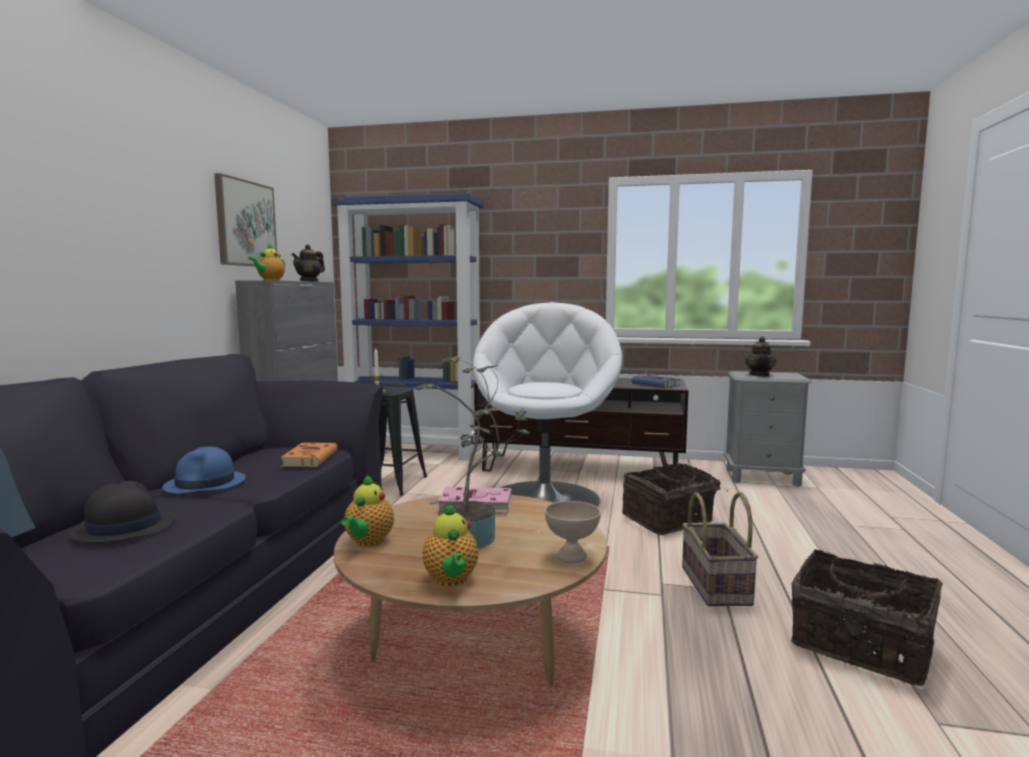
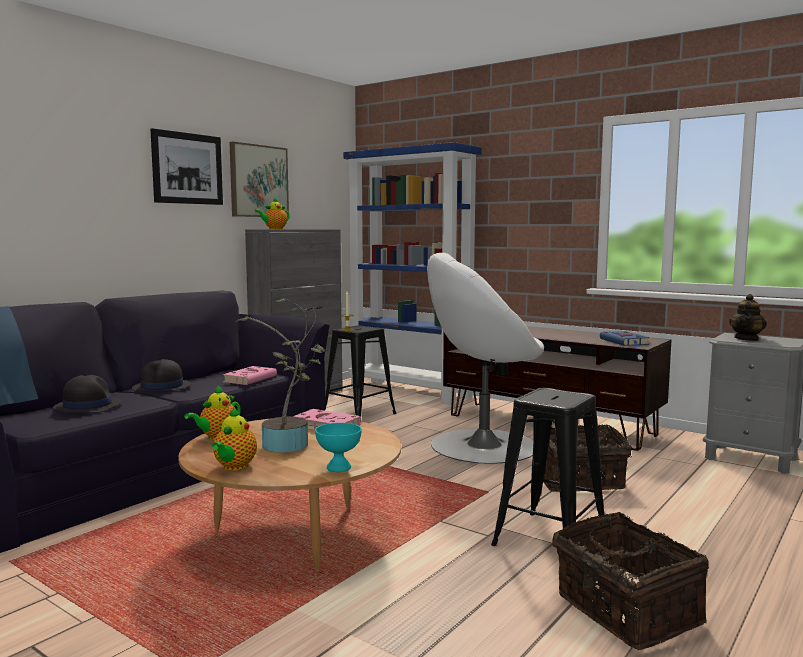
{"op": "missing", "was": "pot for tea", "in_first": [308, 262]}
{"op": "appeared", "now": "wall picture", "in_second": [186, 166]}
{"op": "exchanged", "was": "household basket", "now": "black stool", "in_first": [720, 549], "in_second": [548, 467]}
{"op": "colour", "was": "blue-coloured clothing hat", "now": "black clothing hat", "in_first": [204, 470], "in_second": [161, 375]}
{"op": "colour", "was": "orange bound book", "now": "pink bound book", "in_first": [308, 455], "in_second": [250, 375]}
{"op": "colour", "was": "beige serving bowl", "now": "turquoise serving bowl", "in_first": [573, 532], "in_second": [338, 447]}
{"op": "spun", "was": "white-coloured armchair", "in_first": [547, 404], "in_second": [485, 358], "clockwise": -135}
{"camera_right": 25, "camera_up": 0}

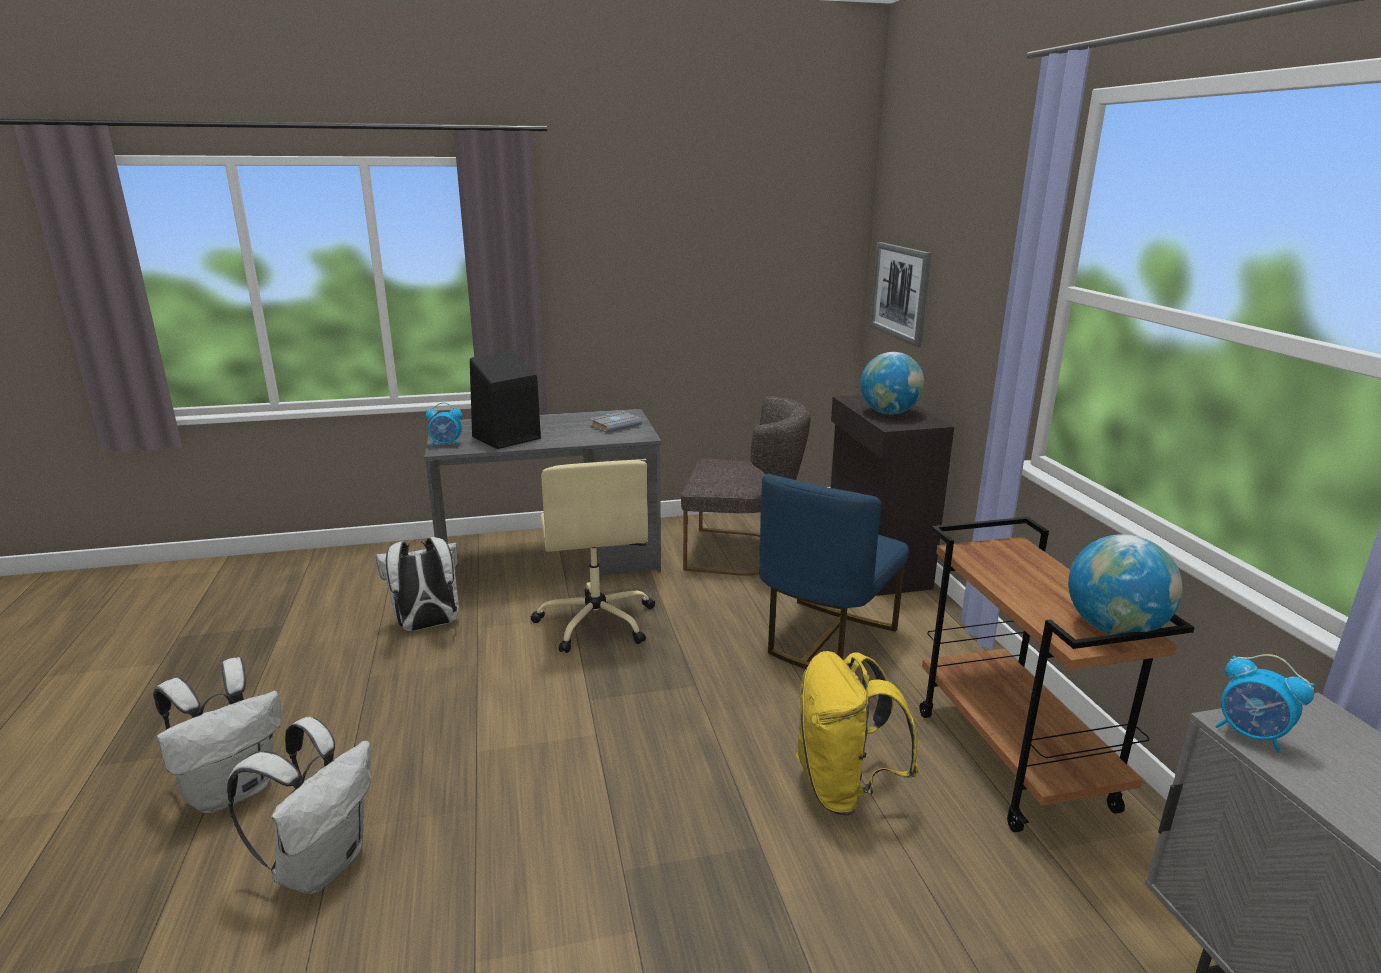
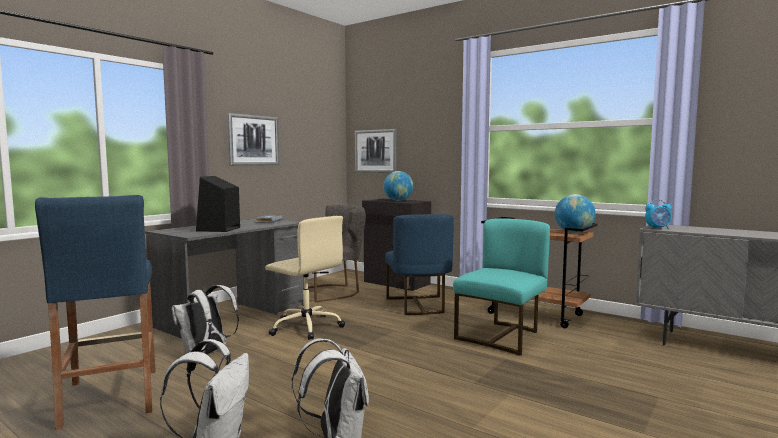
{"op": "missing", "was": "bedside clock", "in_first": [444, 425]}
{"op": "appeared", "now": "blue-coloured stool", "in_second": [95, 312]}
{"op": "appeared", "now": "wall picture", "in_second": [253, 139]}
{"op": "exchanged", "was": "yellowish knapsack", "now": "turquoise chair", "in_first": [857, 733], "in_second": [501, 287]}
{"camera_right": -40, "camera_up": -15}

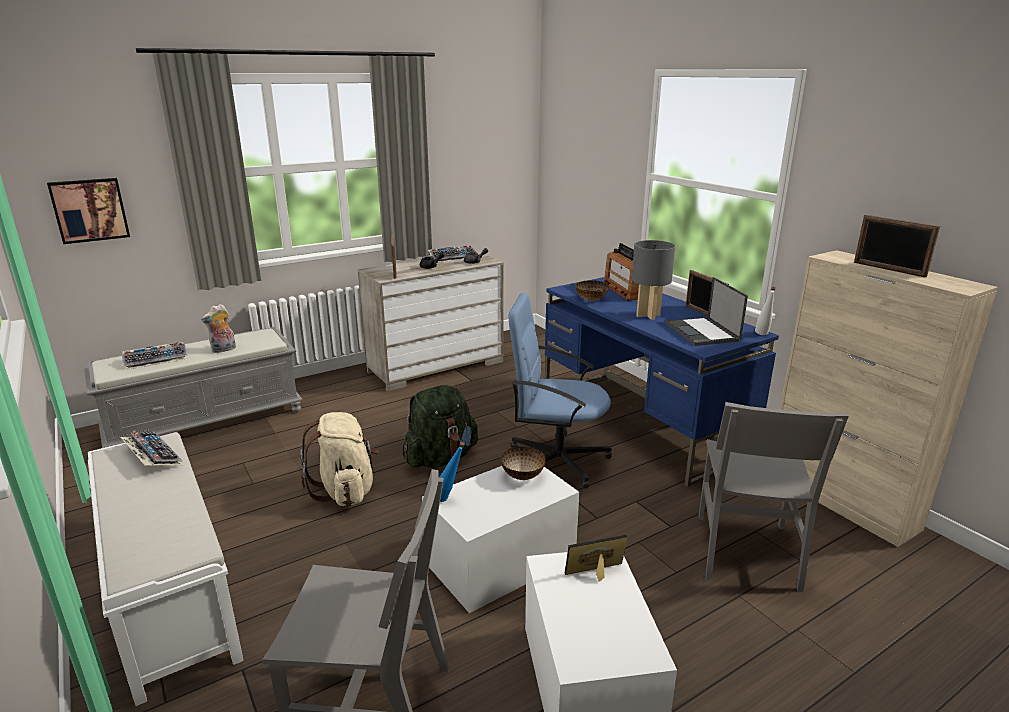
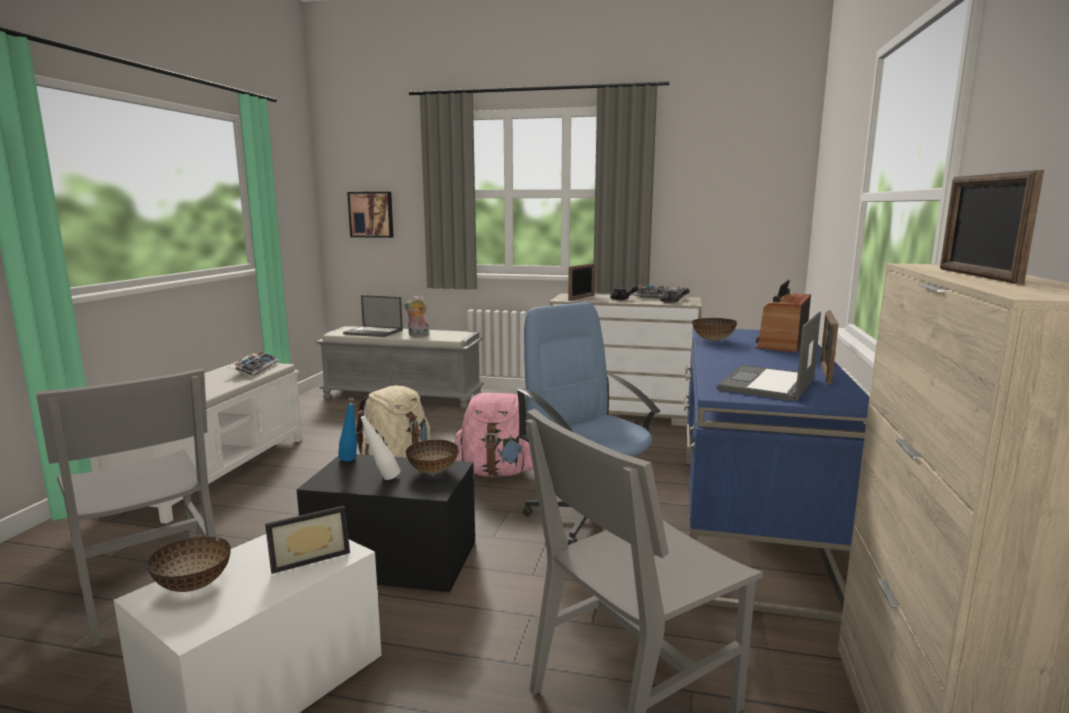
{"op": "missing", "was": "gray lamp for a table", "in_first": [653, 280]}
{"op": "appeared", "now": "serving bowl", "in_second": [189, 564]}
{"op": "relocated", "was": "white-coloured bottle", "in_first": [765, 311], "in_second": [379, 445]}
{"op": "exchanged", "was": "computer keyboard", "now": "laptop", "in_first": [154, 356], "in_second": [373, 316]}
{"op": "colour", "was": "green-coloured knapsack", "now": "pink knapsack", "in_first": [440, 426], "in_second": [493, 435]}
{"op": "colour", "was": "white-coloured storage container", "now": "black storage container", "in_first": [500, 539], "in_second": [386, 523]}
{"op": "spun", "was": "standing frame", "in_first": [596, 558], "in_second": [307, 540], "clockwise": 120}
{"camera_right": 45, "camera_up": -10}

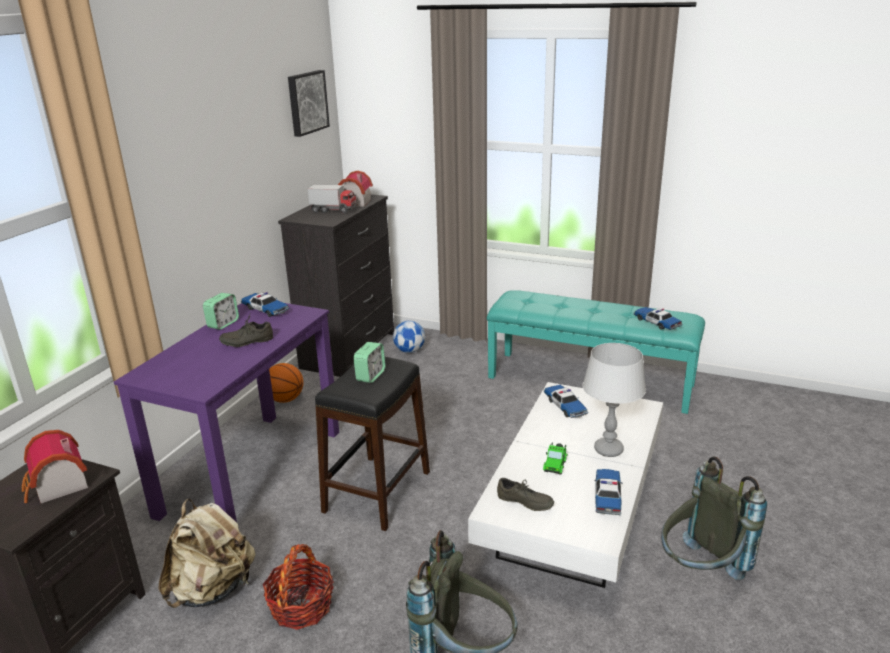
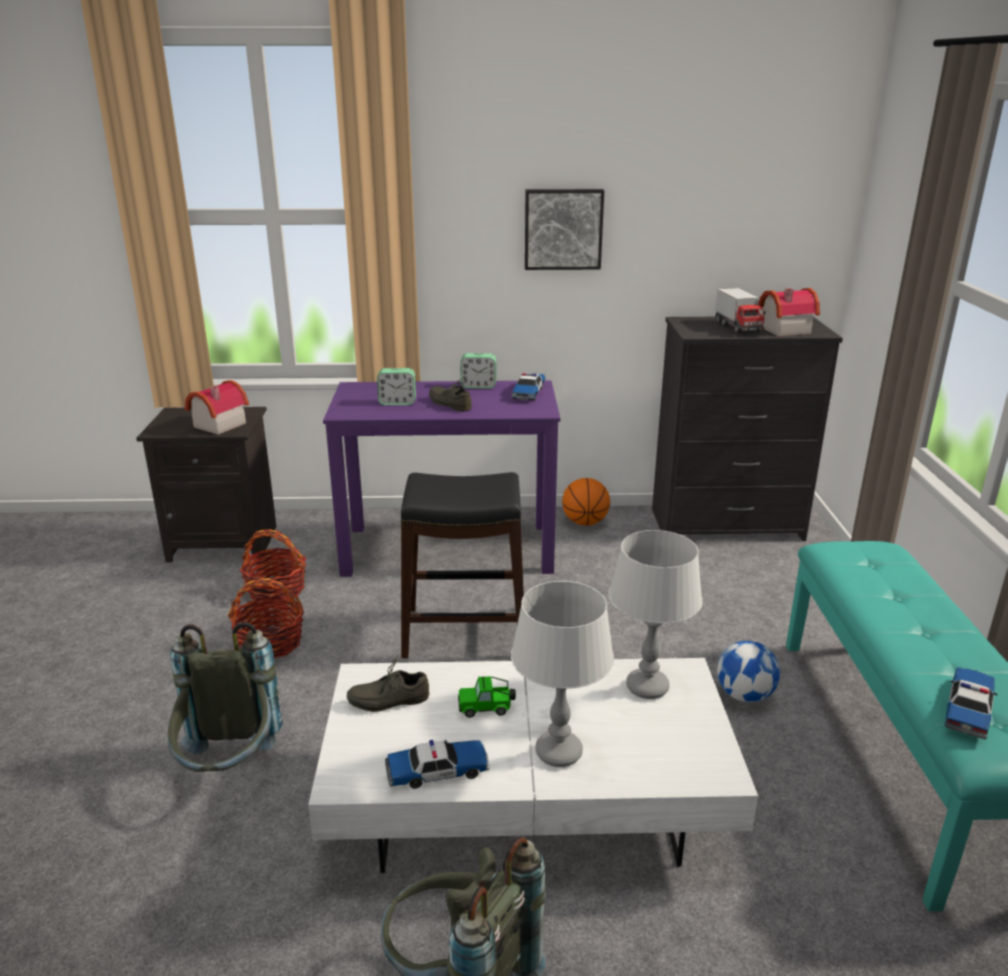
{"op": "relocated", "was": "wall picture", "in_first": [309, 103], "in_second": [564, 229]}
{"op": "relocated", "was": "bedside clock", "in_first": [369, 362], "in_second": [396, 386]}
{"op": "relocated", "was": "football", "in_first": [409, 337], "in_second": [748, 672]}
{"op": "exchanged", "was": "beige knapsack", "now": "household basket", "in_first": [207, 553], "in_second": [273, 565]}
{"op": "exchanged", "was": "model car", "now": "gray lamp for a table", "in_first": [566, 401], "in_second": [656, 614]}
{"op": "spun", "was": "gray item of footwear", "in_first": [525, 494], "in_second": [388, 683], "clockwise": 75}
{"camera_right": 65, "camera_up": 0}

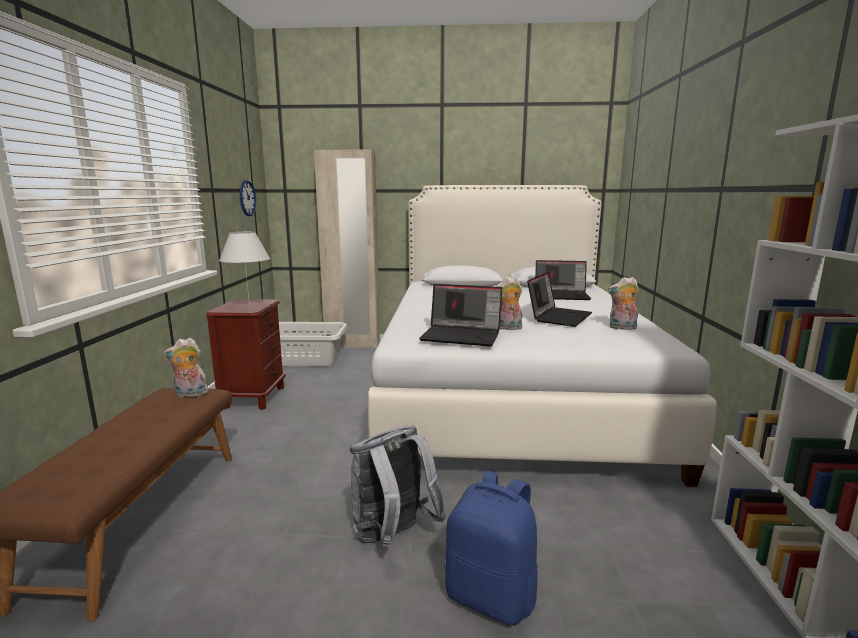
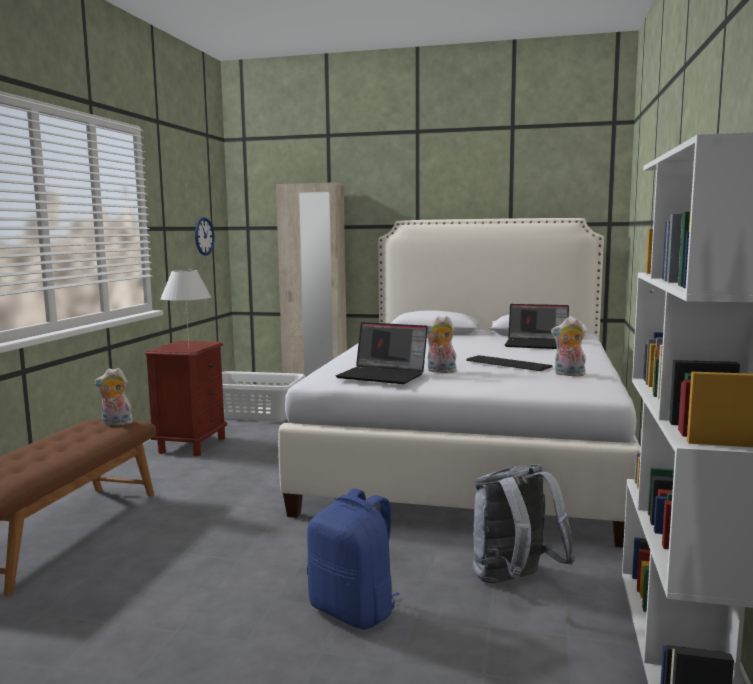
{"op": "relocated", "was": "gray knapsack", "in_first": [398, 486], "in_second": [524, 523]}
{"op": "exchanged", "was": "laptop", "now": "computer keyboard", "in_first": [559, 299], "in_second": [509, 363]}
{"camera_right": 10, "camera_up": -5}

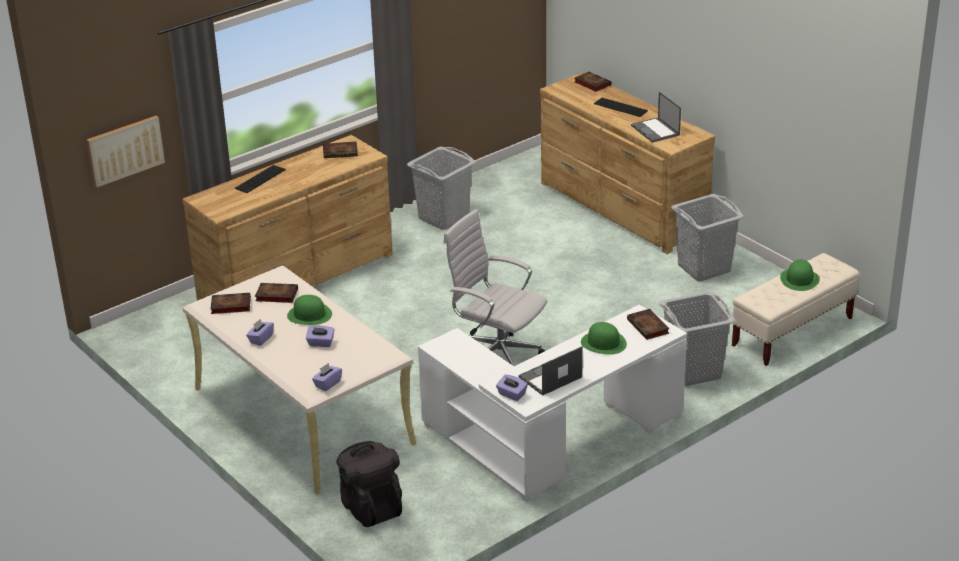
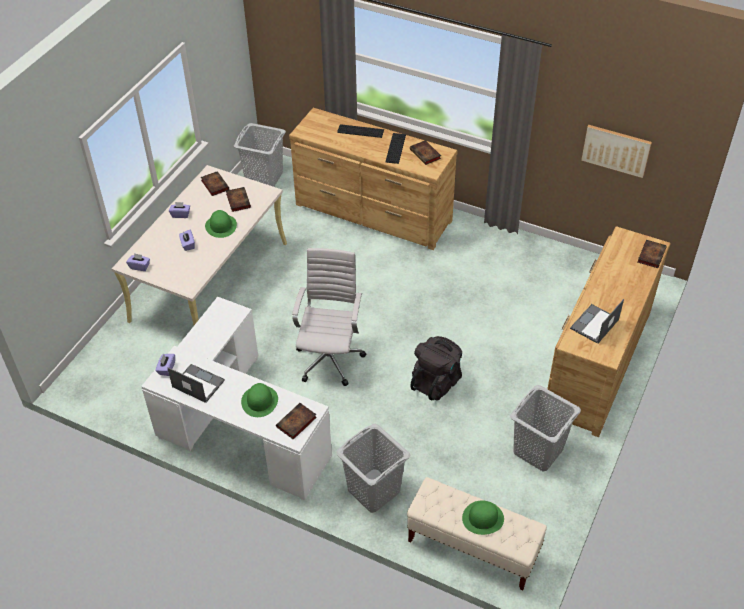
{"op": "relocated", "was": "wall picture", "in_first": [125, 152], "in_second": [616, 151]}
{"op": "relocated", "was": "black knapsack", "in_first": [369, 484], "in_second": [436, 368]}
{"op": "relocated", "was": "gray hamper", "in_first": [441, 188], "in_second": [260, 155]}
{"op": "relocated", "was": "computer keyboard", "in_first": [621, 107], "in_second": [395, 148]}
{"camera_right": 65, "camera_up": 15}

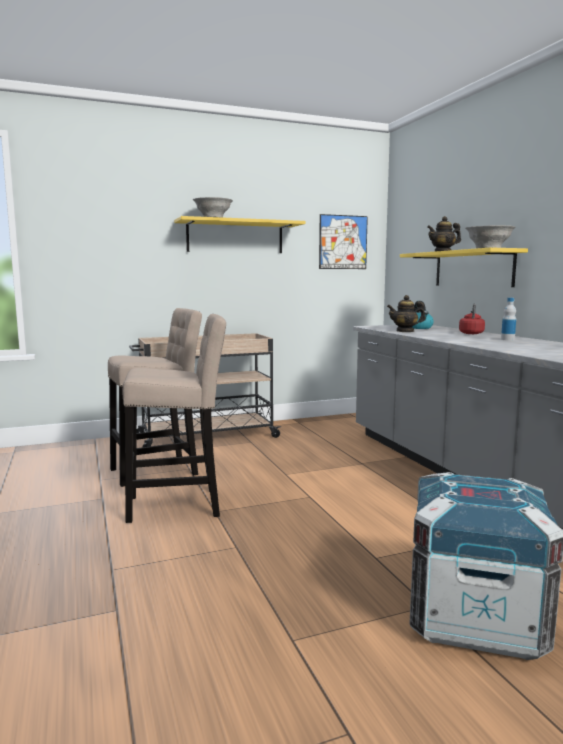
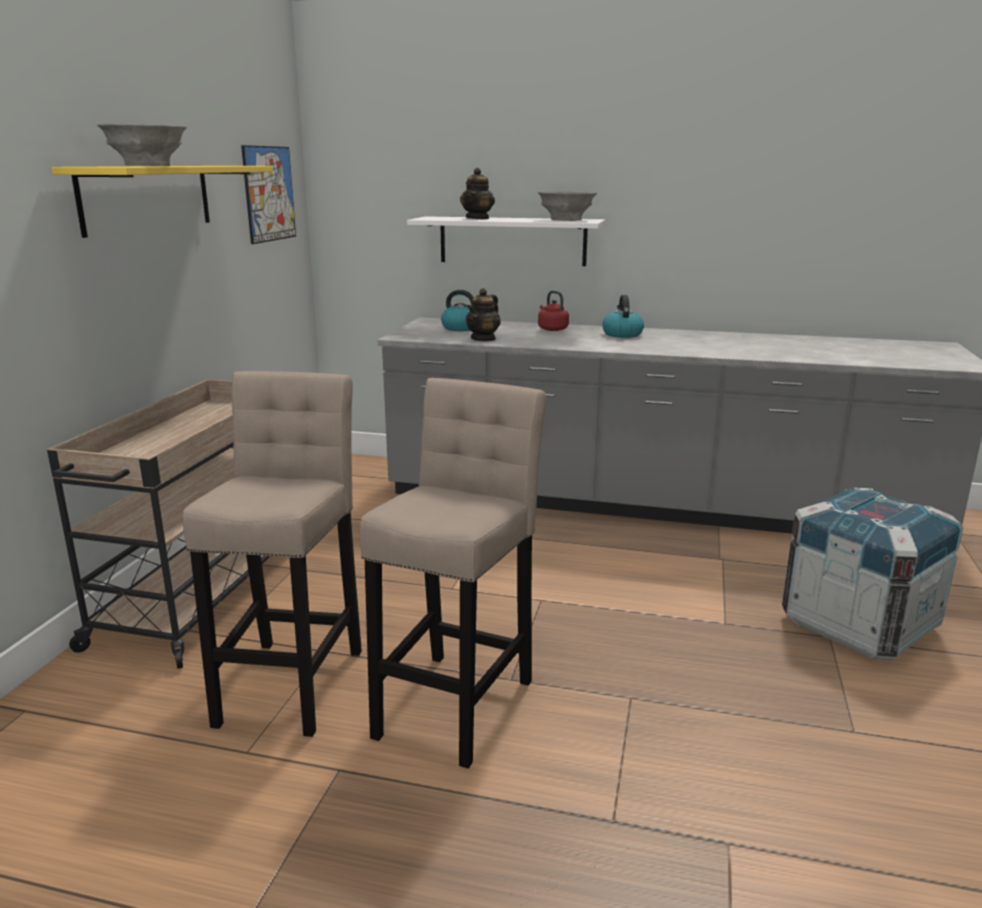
{"op": "exchanged", "was": "bottle", "now": "tea kettle", "in_first": [508, 319], "in_second": [623, 316]}
{"op": "colour", "was": "yellowish wall shelf", "now": "white-coloured wall shelf", "in_first": [464, 267], "in_second": [506, 241]}
{"camera_right": -55, "camera_up": 10}

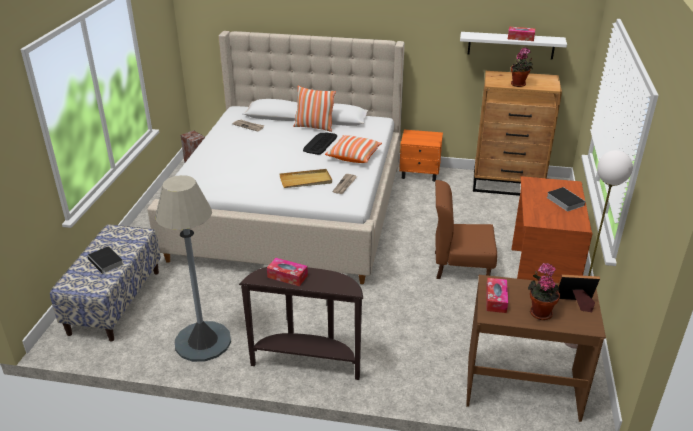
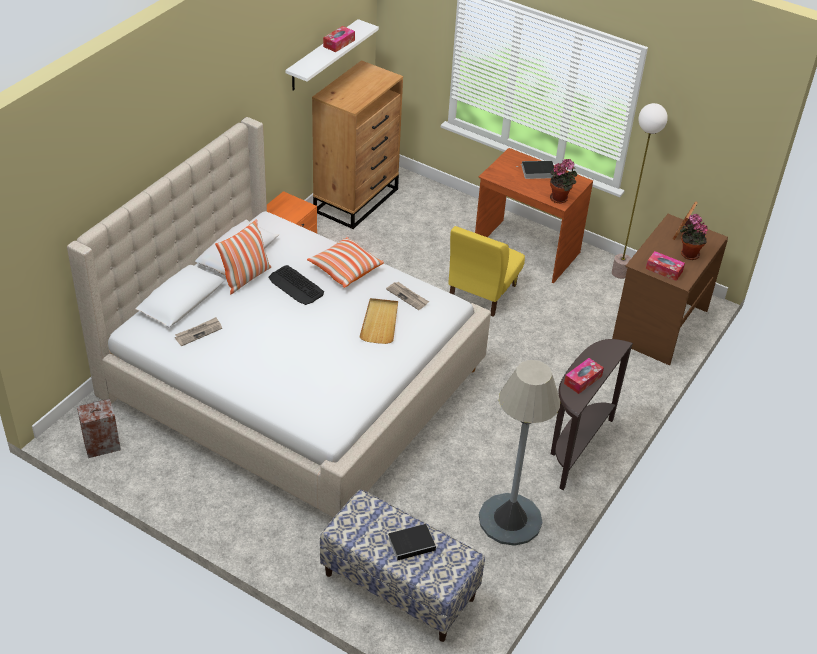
{"op": "relocated", "was": "potted plant", "in_first": [522, 67], "in_second": [564, 180]}
{"op": "colour", "was": "brownish chair", "now": "yellowish chair", "in_first": [466, 229], "in_second": [486, 271]}
{"camera_right": -70, "camera_up": 10}

